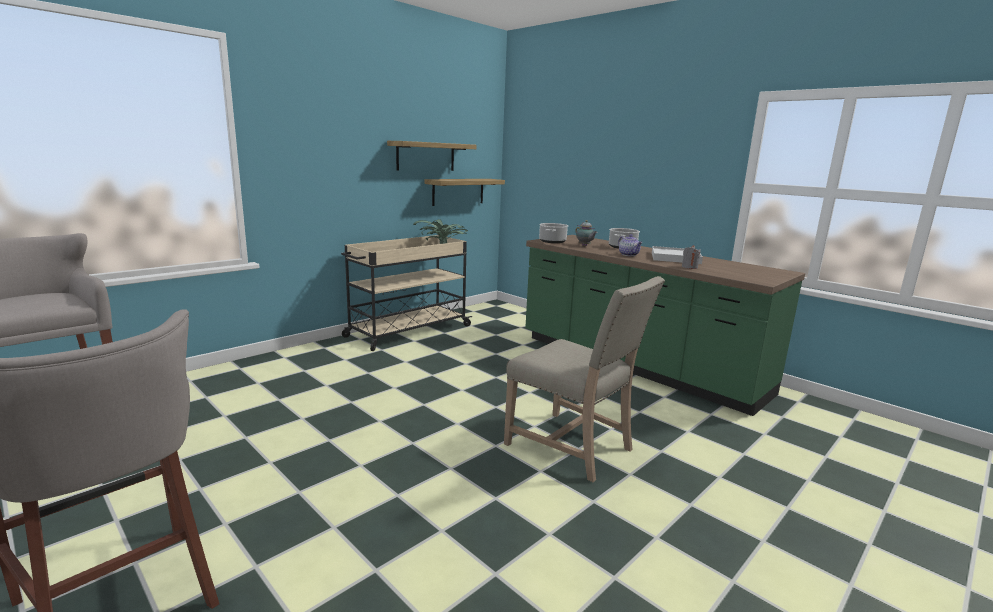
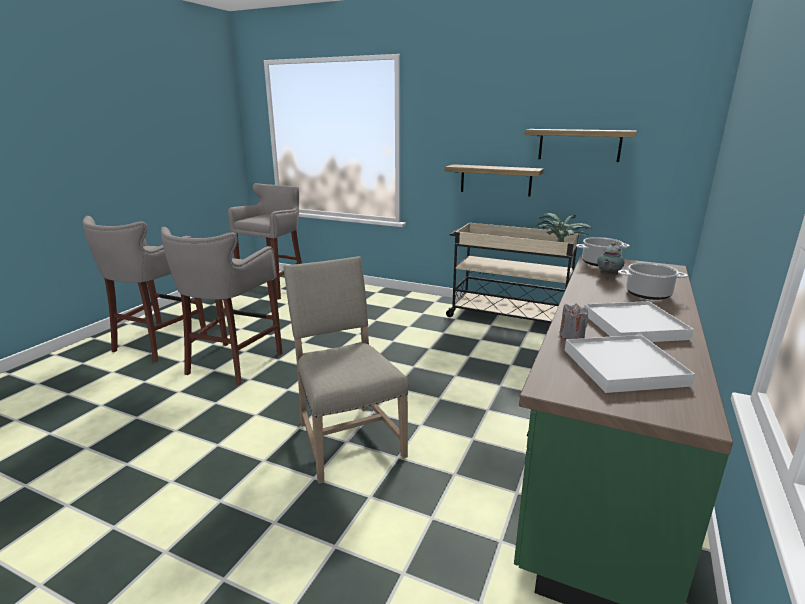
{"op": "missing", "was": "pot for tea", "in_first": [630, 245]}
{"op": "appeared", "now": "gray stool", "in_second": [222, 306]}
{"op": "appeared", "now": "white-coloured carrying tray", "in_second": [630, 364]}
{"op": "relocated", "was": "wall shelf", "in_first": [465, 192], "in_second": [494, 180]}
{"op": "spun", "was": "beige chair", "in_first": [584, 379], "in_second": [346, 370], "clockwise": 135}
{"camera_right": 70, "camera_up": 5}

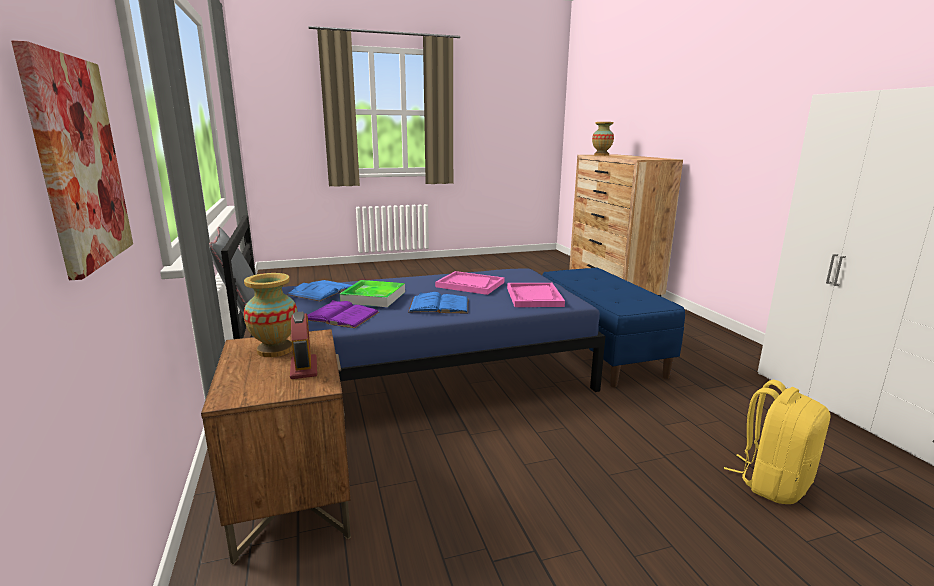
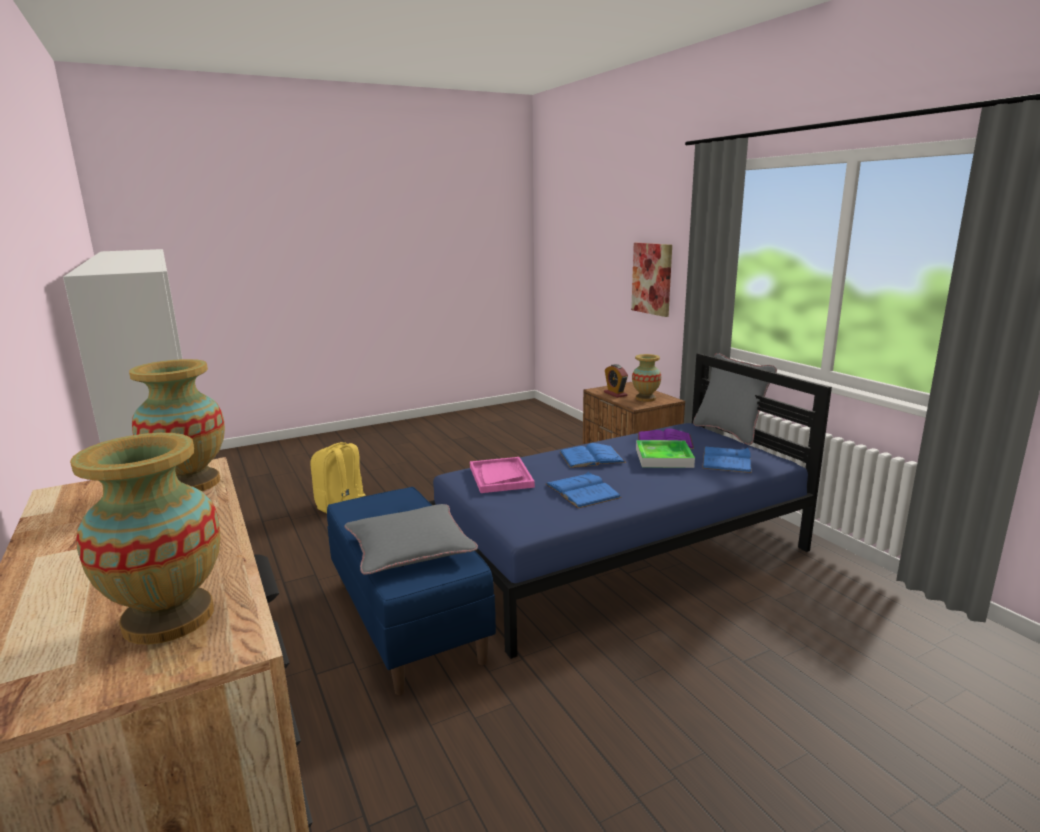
{"op": "appeared", "now": "vase", "in_second": [177, 425]}
{"op": "appeared", "now": "gray cushion", "in_second": [411, 539]}
{"op": "exchanged", "was": "pink carrying tray", "now": "blue-coloured bound book", "in_first": [469, 283], "in_second": [584, 490]}
{"camera_right": 170, "camera_up": 0}

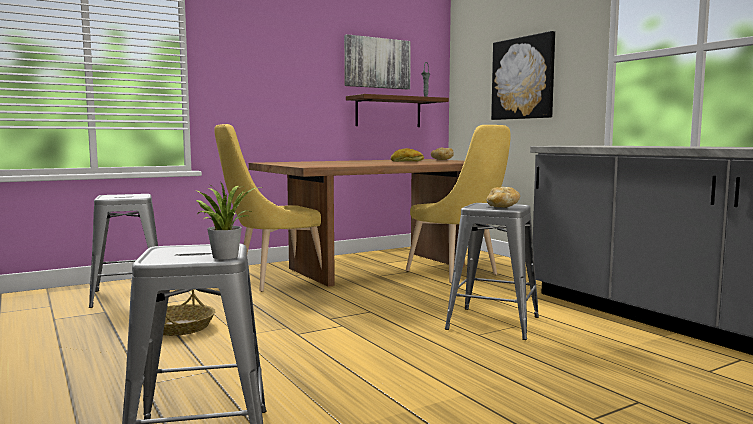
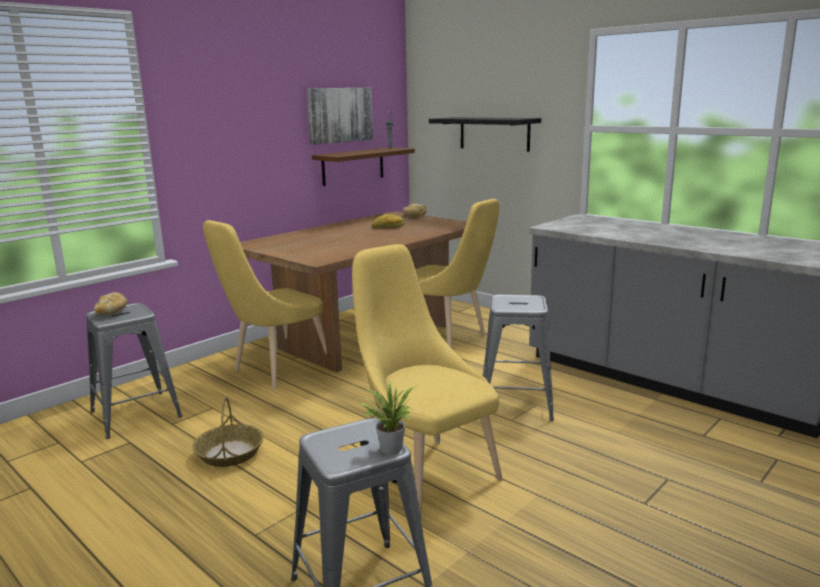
{"op": "appeared", "now": "yellowish chair", "in_second": [427, 380]}
{"op": "relocated", "was": "bakery bread", "in_first": [503, 197], "in_second": [111, 303]}
{"op": "exchanged", "was": "wall picture", "now": "black wall shelf", "in_first": [523, 75], "in_second": [485, 134]}
{"camera_right": -15, "camera_up": 10}

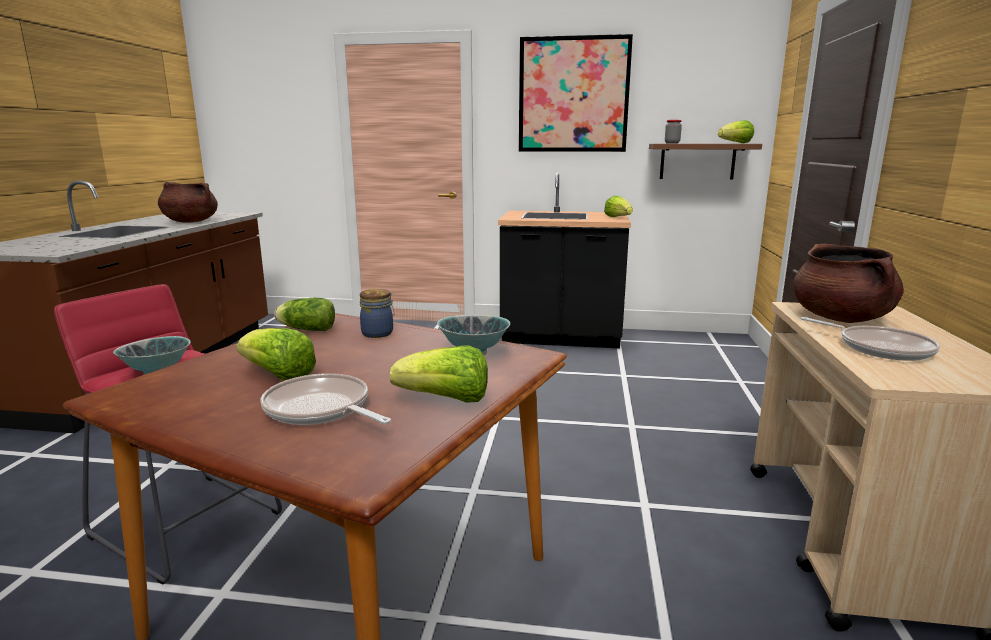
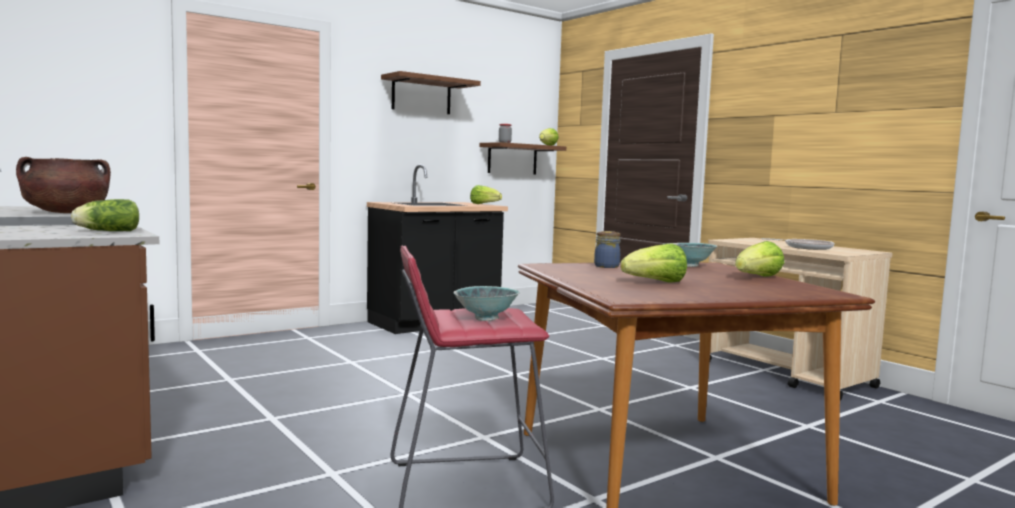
{"op": "missing", "was": "frying pan", "in_first": [325, 399]}
{"op": "missing", "was": "brownish stockpot", "in_first": [848, 283]}
{"op": "relocated", "was": "lettuce head", "in_first": [304, 314], "in_second": [105, 215]}
{"op": "exchanged", "was": "wall picture", "now": "brownish wall shelf", "in_first": [576, 93], "in_second": [431, 92]}
{"camera_right": -45, "camera_up": -10}

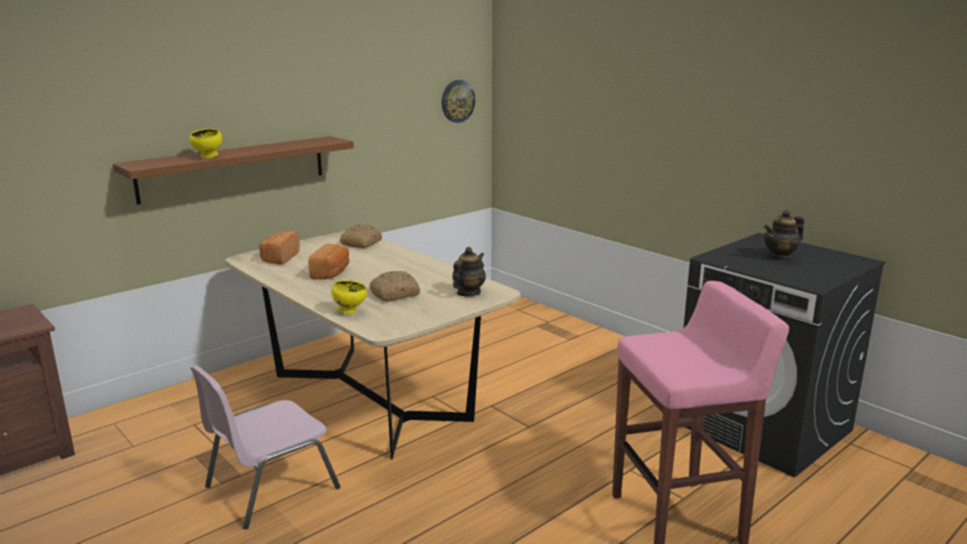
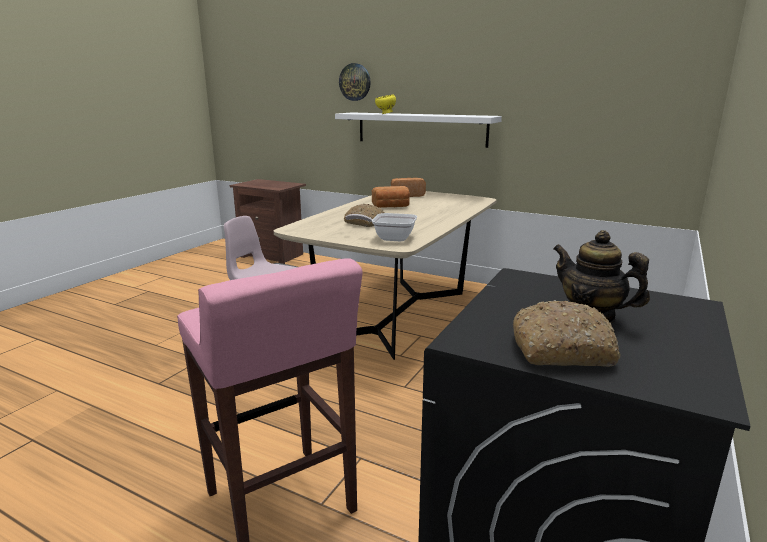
{"op": "missing", "was": "yellowish serving bowl", "in_first": [349, 297]}
{"op": "relocated", "was": "bakery bread", "in_first": [361, 236], "in_second": [566, 333]}
{"op": "relocated", "was": "clock on the wall", "in_first": [458, 101], "in_second": [355, 82]}
{"op": "exchanged", "was": "pot for tea", "now": "frying pan", "in_first": [469, 271], "in_second": [381, 227]}
{"op": "colour", "was": "brownish wall shelf", "now": "white-coloured wall shelf", "in_first": [233, 170], "in_second": [418, 130]}
{"camera_right": 70, "camera_up": 0}

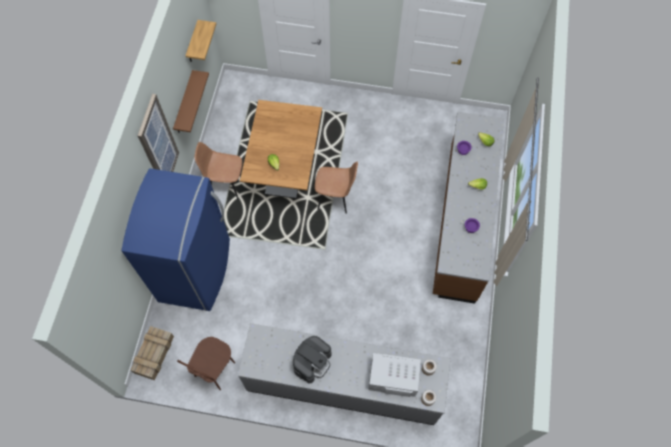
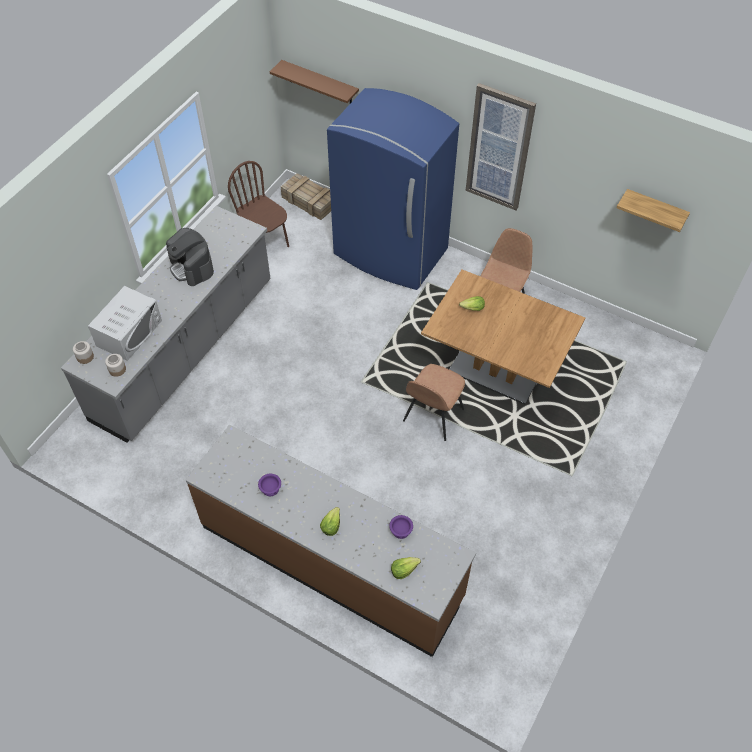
{"op": "relocated", "was": "brownish wall shelf", "in_first": [191, 101], "in_second": [314, 81]}
{"camera_right": 110, "camera_up": -10}

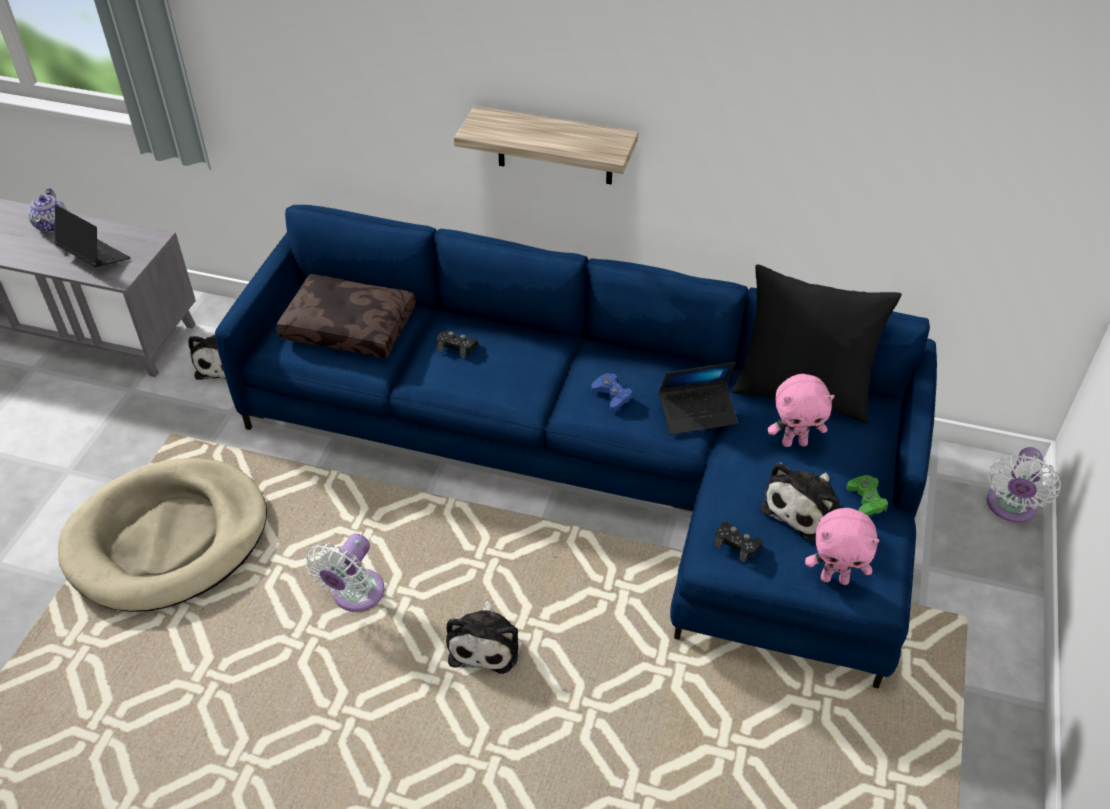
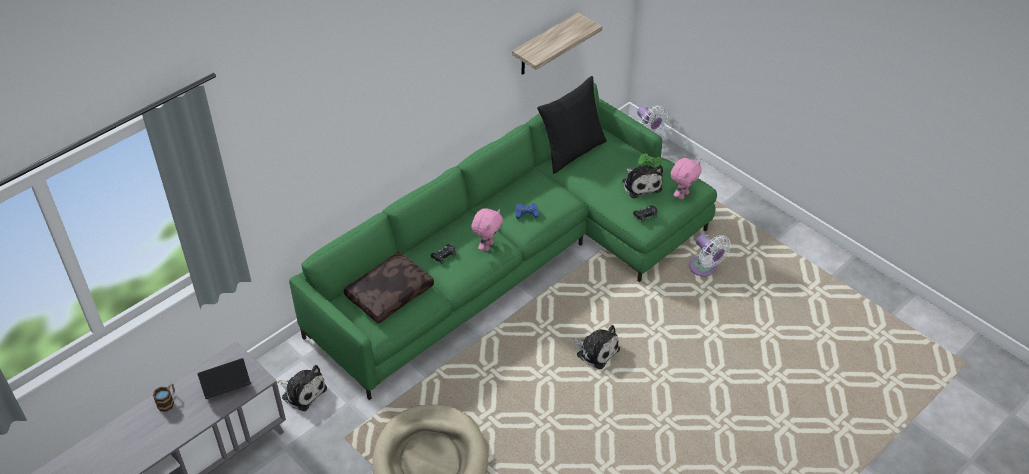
{"op": "missing", "was": "laptop", "in_first": [698, 398]}
{"op": "relocated", "was": "white-coloured fan", "in_first": [345, 573], "in_second": [710, 255]}
{"op": "relocated", "was": "wall shelf", "in_first": [546, 145], "in_second": [557, 43]}
{"op": "relocated", "was": "pink plush toy", "in_first": [801, 410], "in_second": [487, 229]}
{"op": "exchanged", "was": "pot for tea", "now": "tea mug", "in_first": [47, 210], "in_second": [164, 397]}
{"op": "colour", "was": "blue-coloured sofa", "now": "green-coloured sofa", "in_first": [576, 447], "in_second": [503, 241]}
{"camera_right": -60, "camera_up": 0}

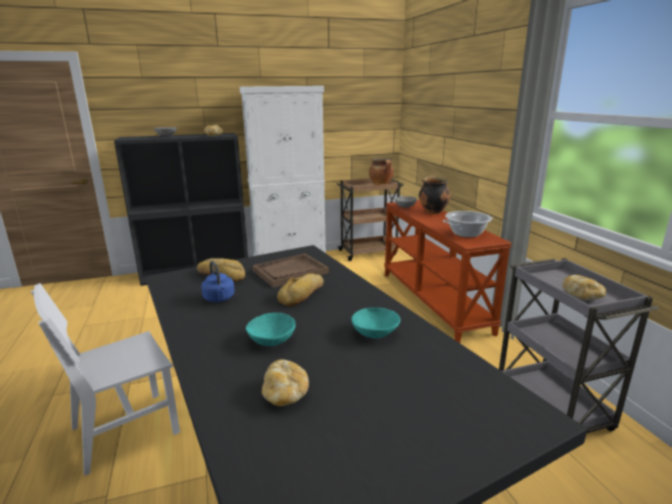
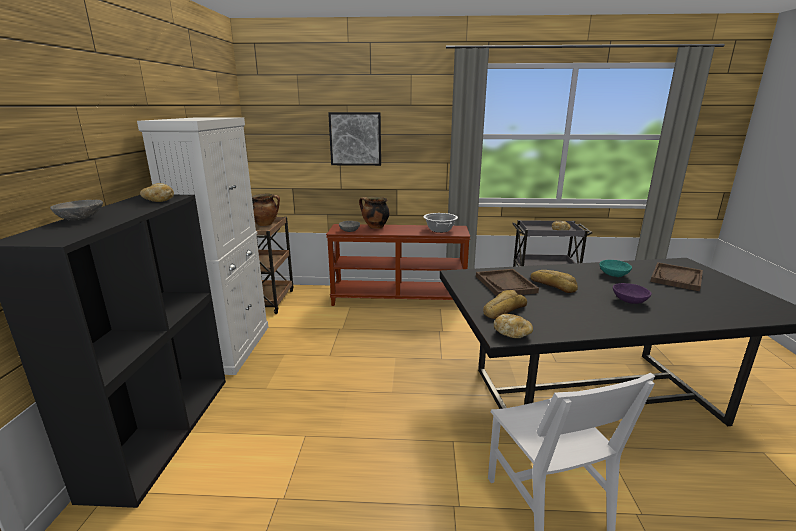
{"op": "missing", "was": "blue-coloured tea kettle", "in_first": [218, 281]}
{"op": "appeared", "now": "wall picture", "in_second": [354, 139]}
{"op": "appeared", "now": "brownish carrying tray", "in_second": [676, 276]}
{"op": "relocated", "was": "bakery bread", "in_first": [285, 382], "in_second": [513, 326]}
{"op": "colour", "was": "turquoise serving bowl", "now": "purple serving bowl", "in_first": [271, 329], "in_second": [632, 293]}
{"camera_right": -70, "camera_up": 0}

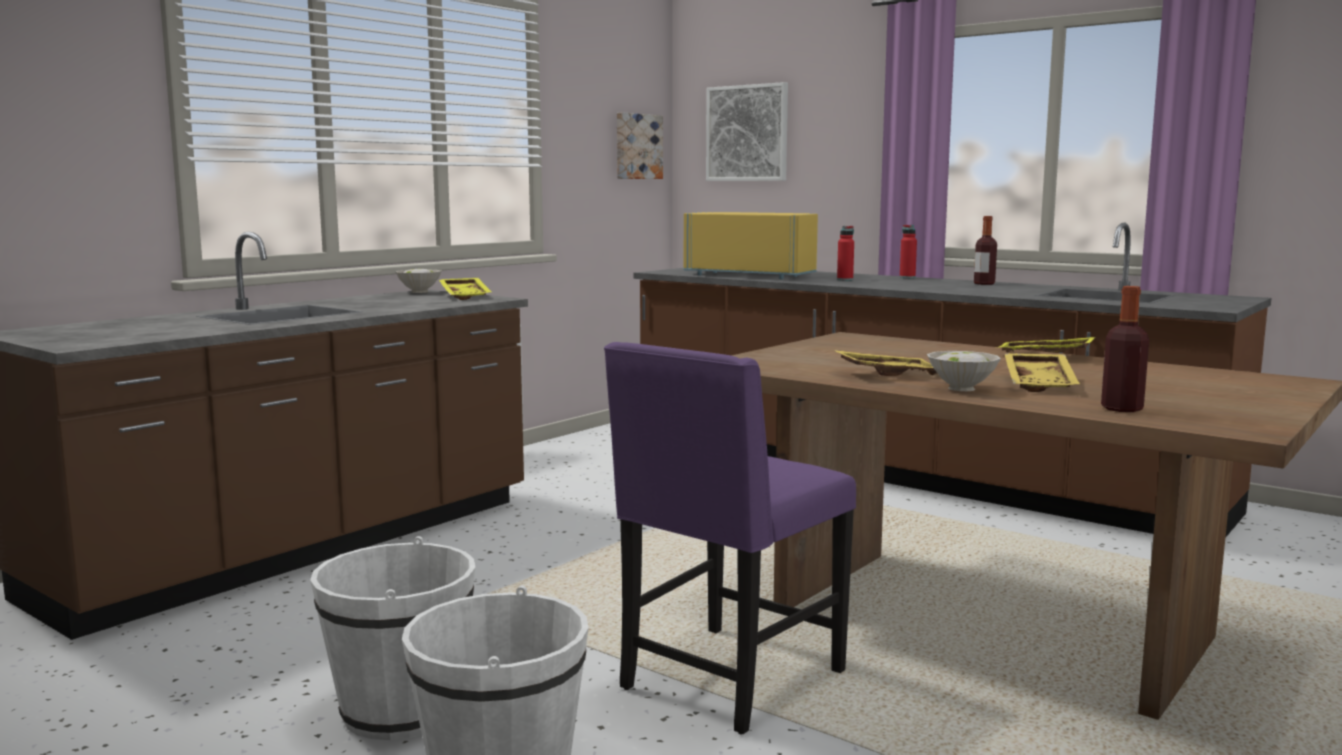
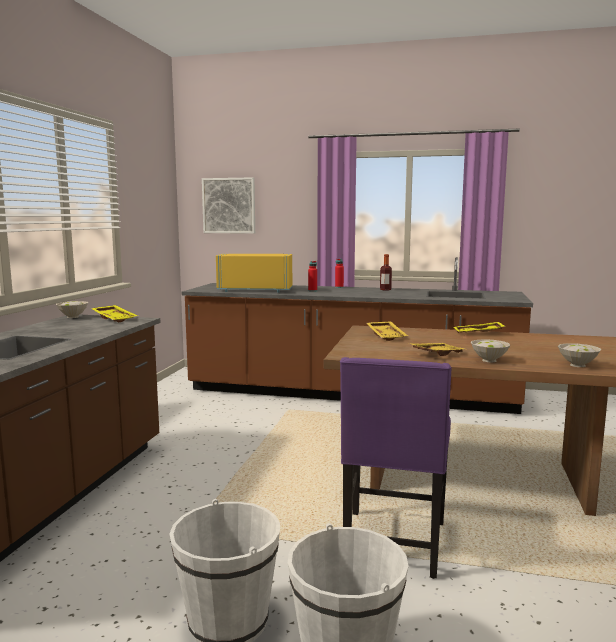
{"op": "missing", "was": "wall picture", "in_first": [640, 146]}
{"op": "relocated", "was": "yellowish carrying tray", "in_first": [1042, 372], "in_second": [387, 331]}
{"op": "exchanged", "was": "bottle", "now": "white-coloured serving bowl", "in_first": [1125, 349], "in_second": [579, 355]}
{"camera_right": -25, "camera_up": 0}

